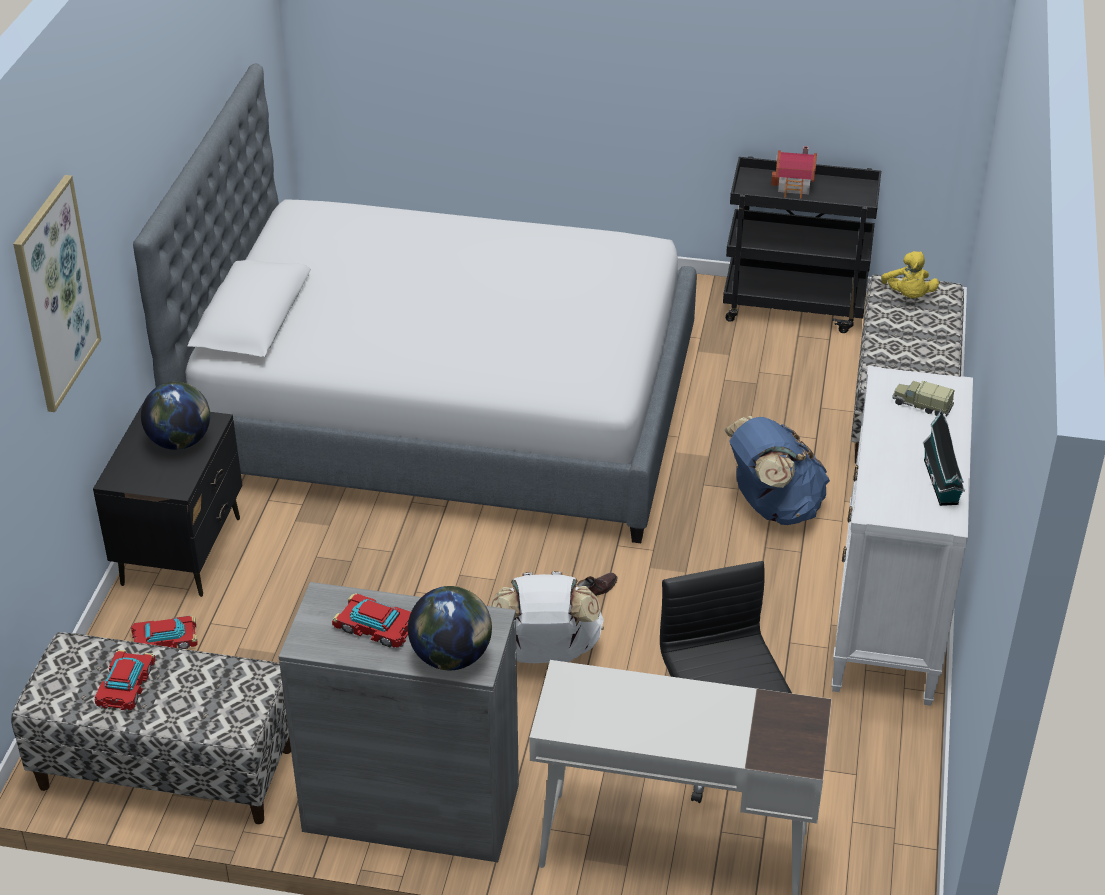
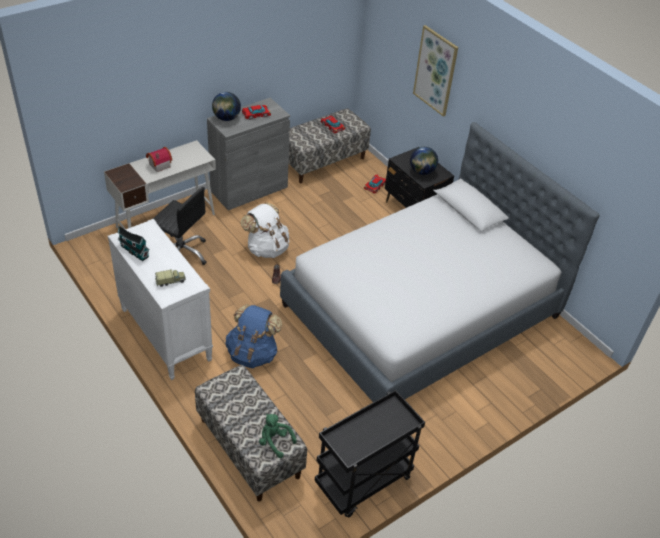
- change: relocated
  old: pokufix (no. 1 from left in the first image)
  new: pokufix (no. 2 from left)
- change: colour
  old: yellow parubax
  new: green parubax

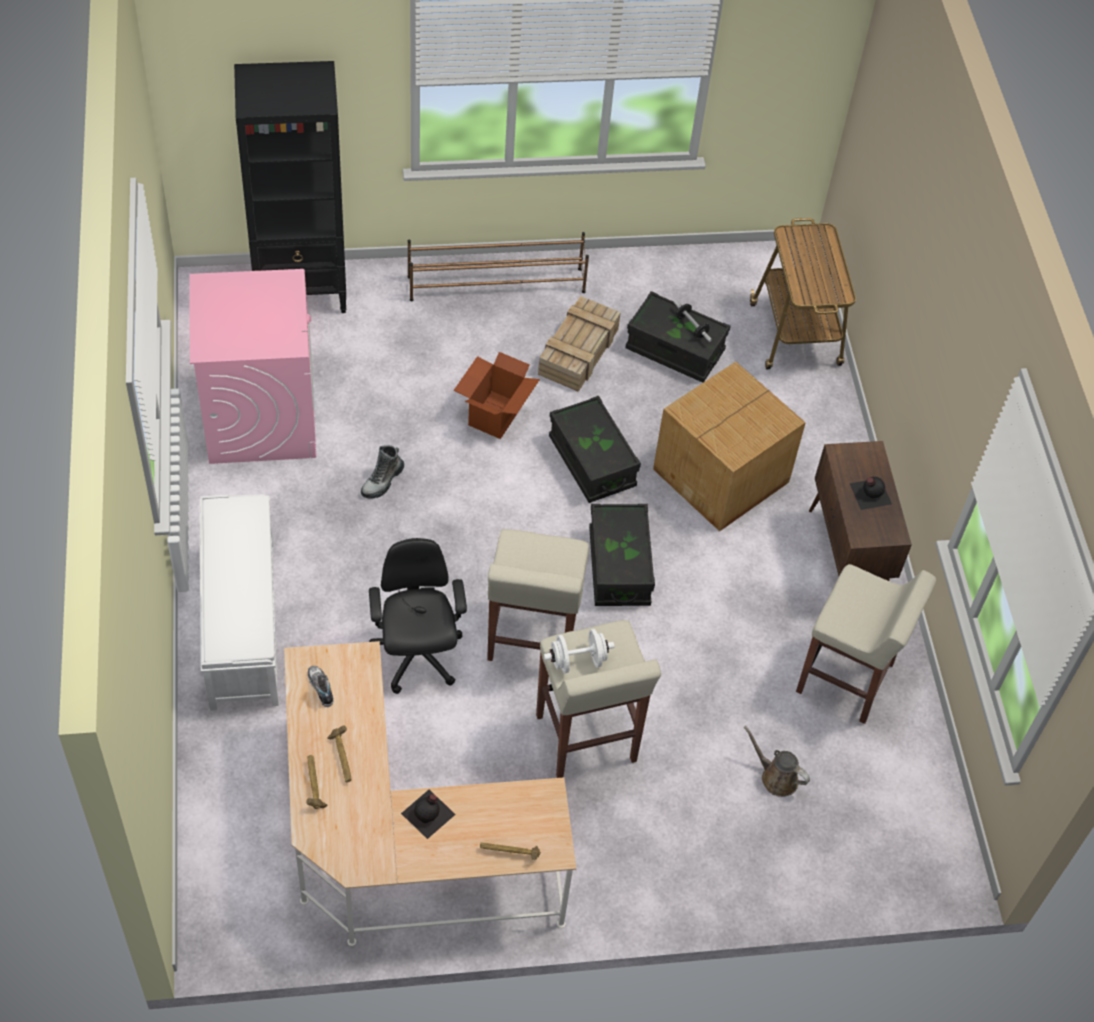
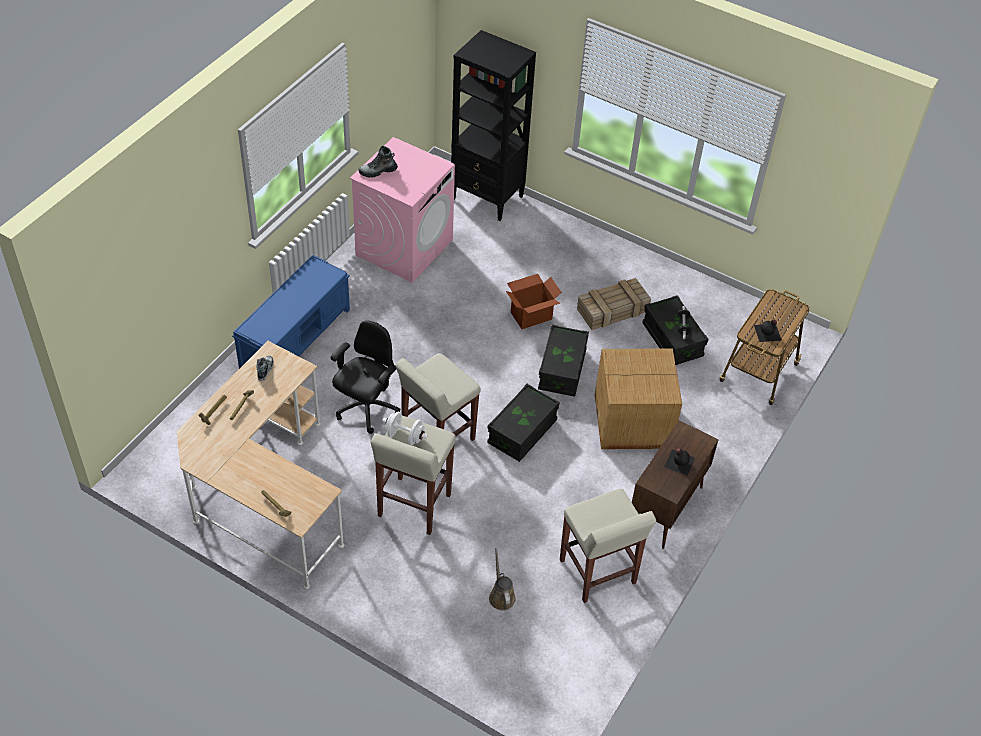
- change: colour
  old: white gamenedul
  new: blue gamenedul
- change: relocated
  old: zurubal
- change: relocated
  old: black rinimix (no. 1 from left in the first image)
  new: black rinimix (no. 2 from left)
- change: missing
  old: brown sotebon

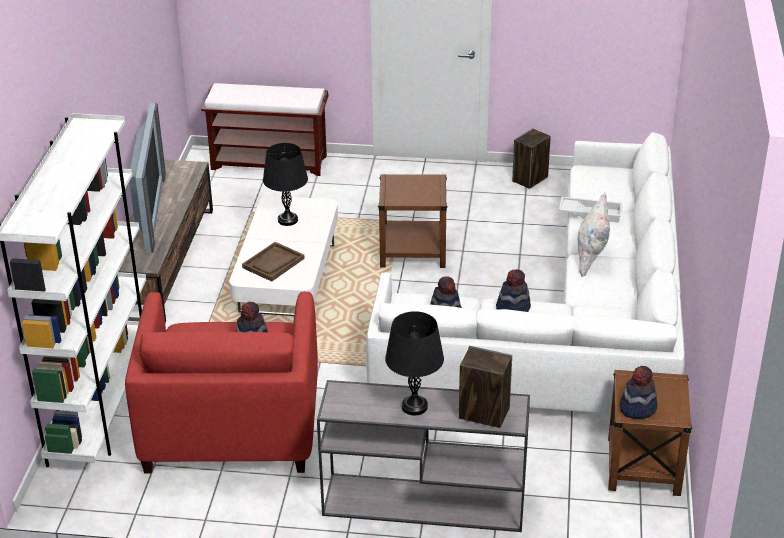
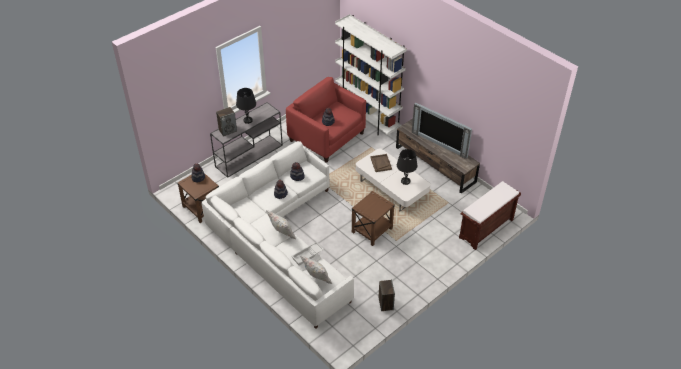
- change: appeared
  new: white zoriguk (no. 2 from left)

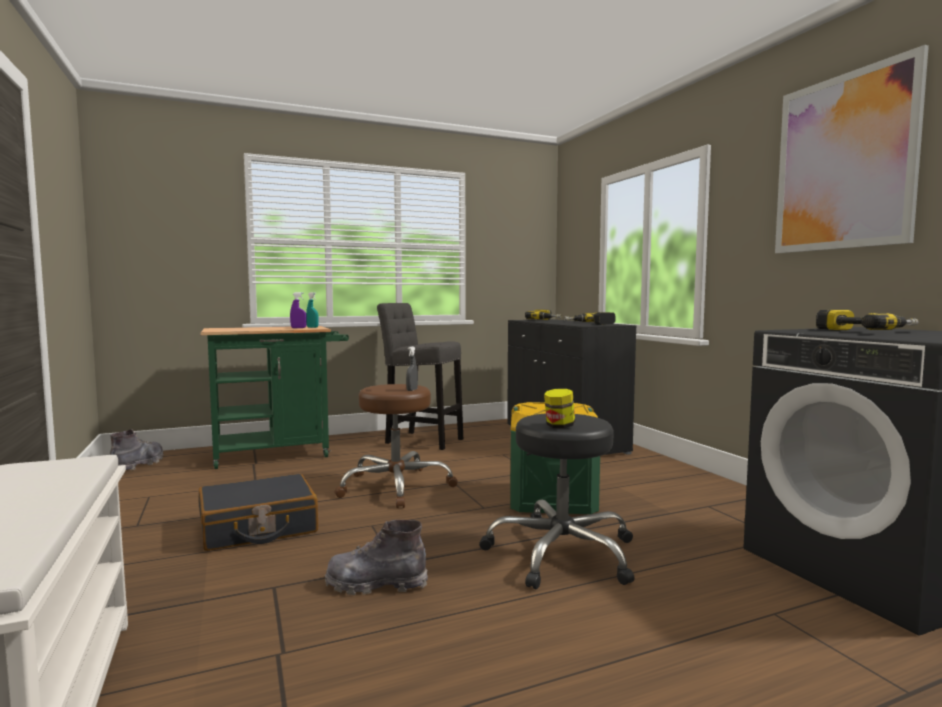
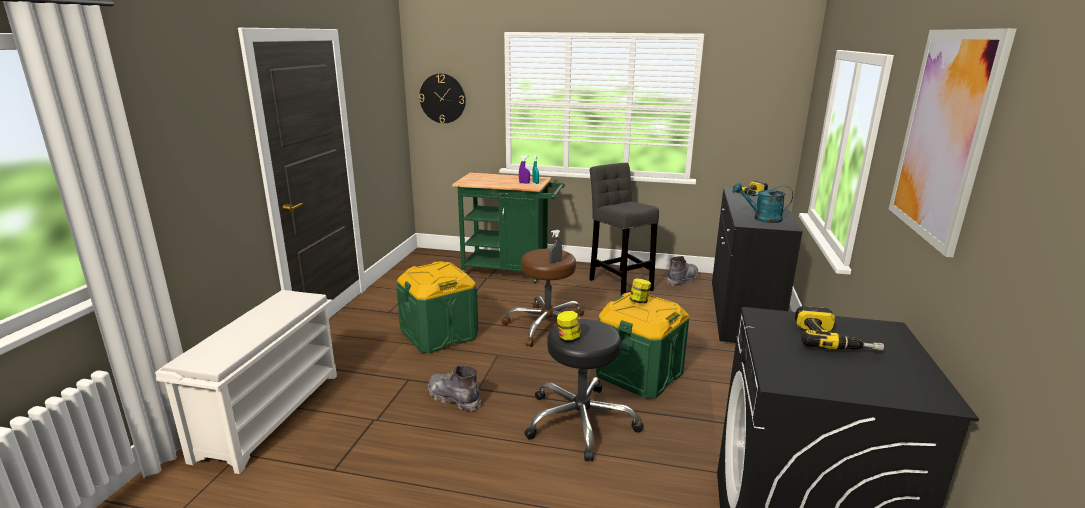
- change: exchanged
  old: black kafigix
  new: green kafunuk (no. 1 from left)
- change: appeared
  new: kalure
- change: appeared
  new: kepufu (no. 2 from left)
- change: relocated
  old: grey zurubal (no. 1 from left in the first image)
  new: grey zurubal (no. 2 from left)
- change: exchanged
  old: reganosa (no. 2 from left)
  new: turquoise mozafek

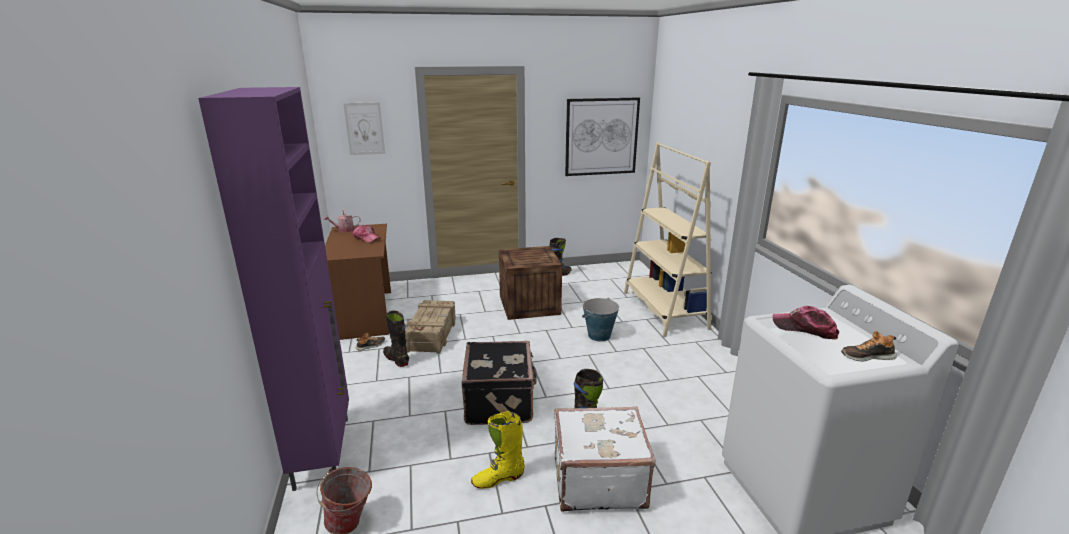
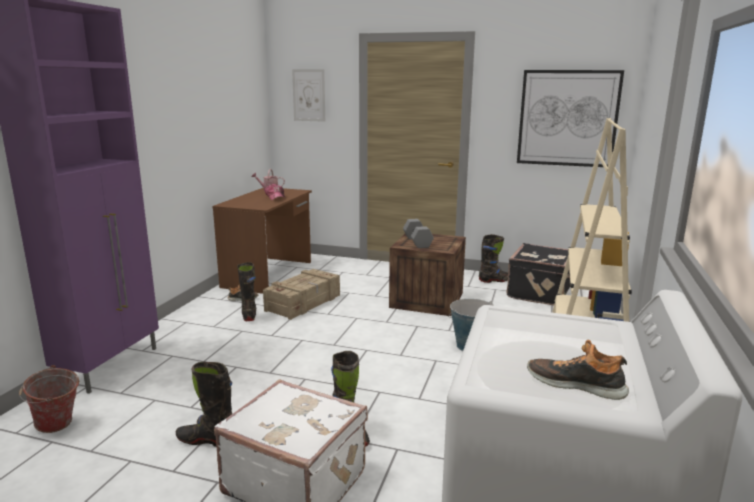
- change: colour
  old: yellow zurubal
  new: black zurubal (no. 1 from left)
- change: appeared
  new: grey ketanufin
- change: relocated
  old: black kafigix
- change: missing
  old: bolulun (no. 2 from left)

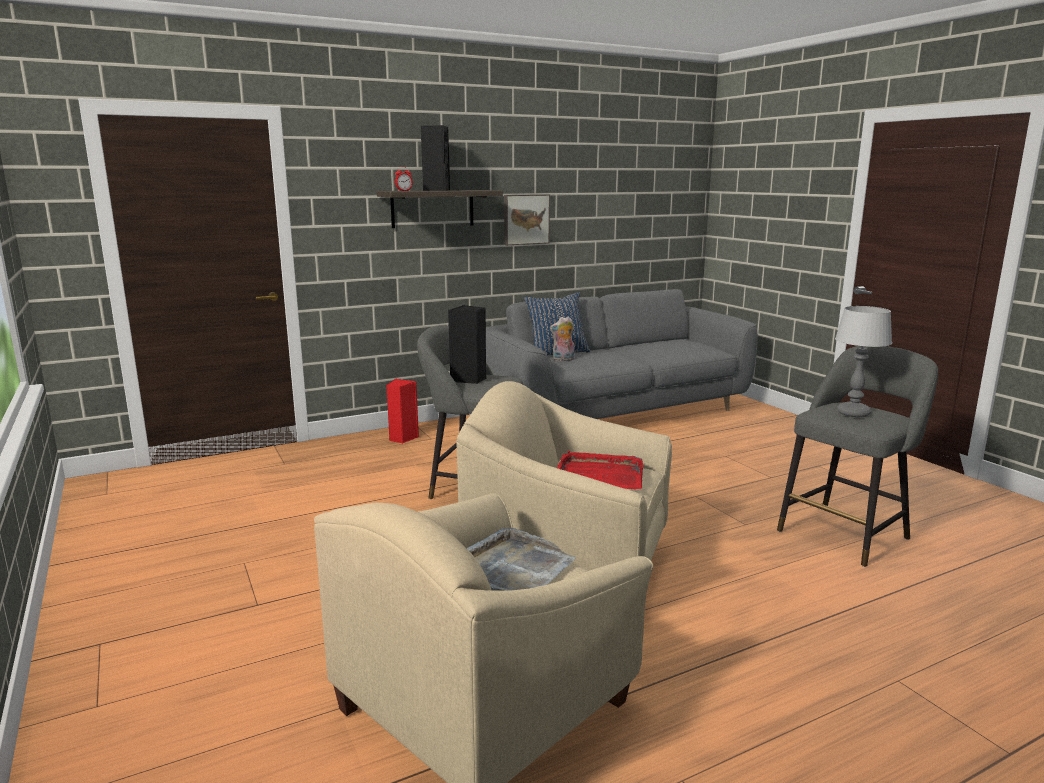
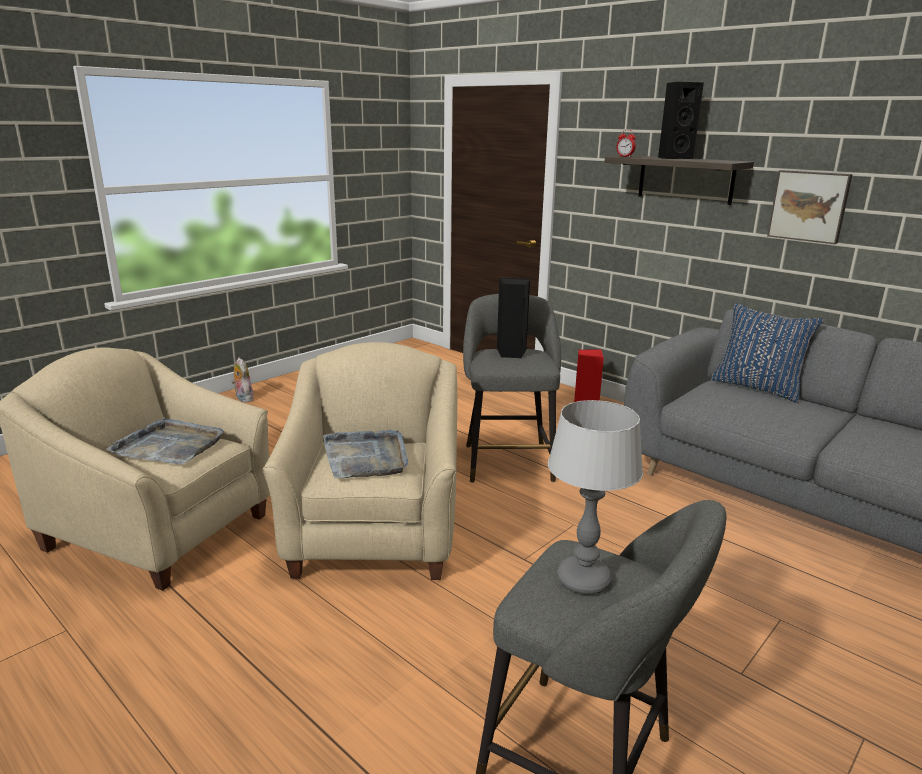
- change: relocated
  old: parubax
- change: colour
  old: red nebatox
  new: grey nebatox (no. 2 from left)

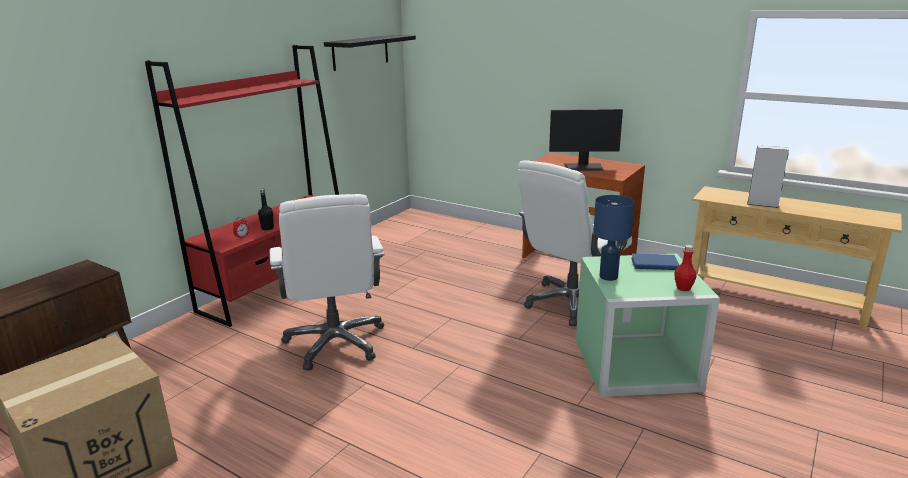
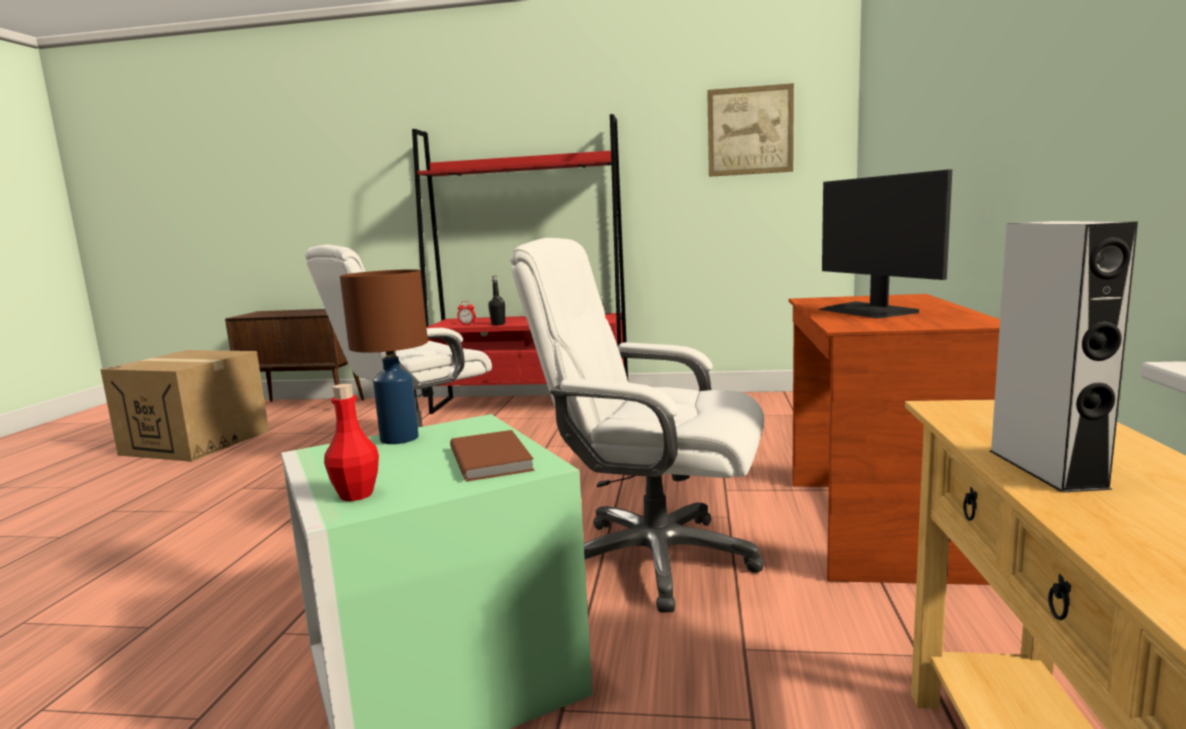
- change: colour
  old: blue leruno
  new: brown leruno
- change: colour
  old: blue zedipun
  new: brown zedipun
- change: exchanged
  old: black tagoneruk
  new: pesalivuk

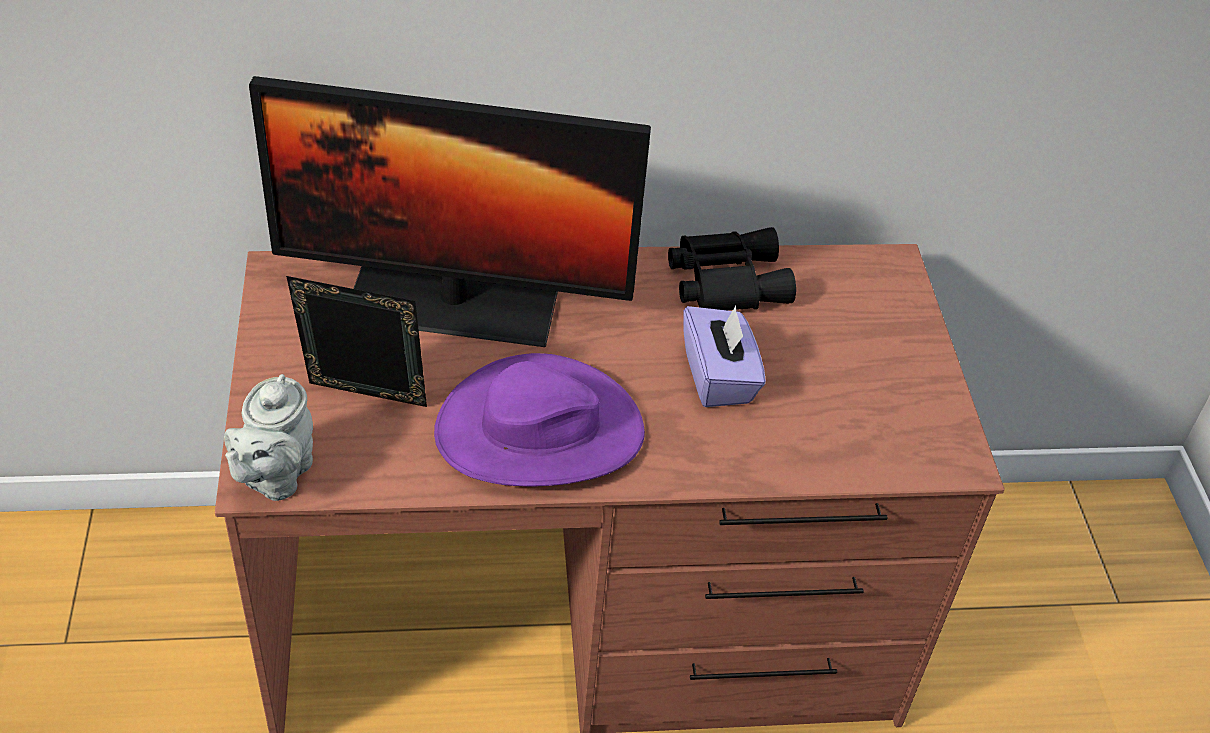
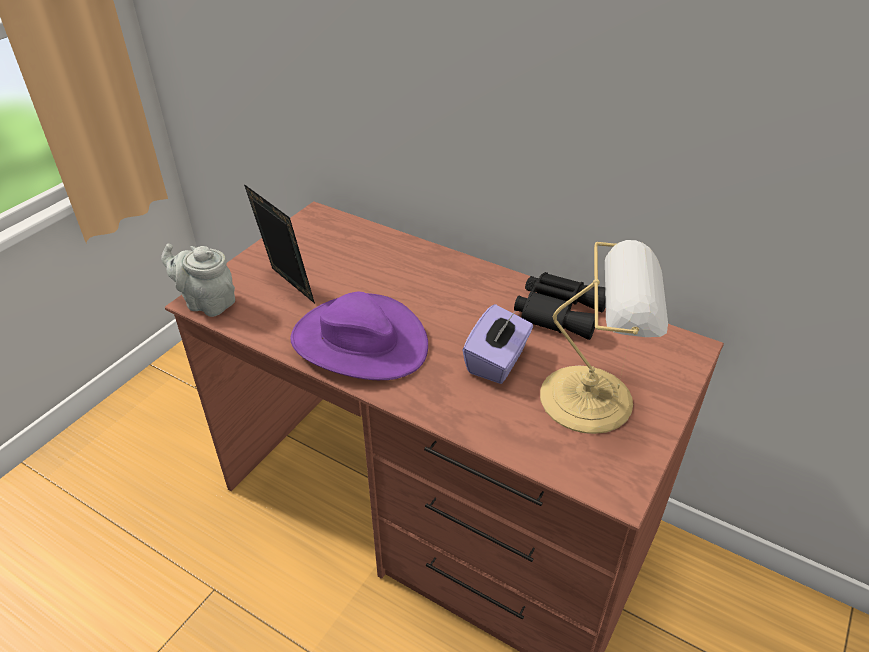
- change: spun
  old: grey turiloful
  degrees: 60
- change: appeared
  new: leruno
- change: missing
  old: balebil

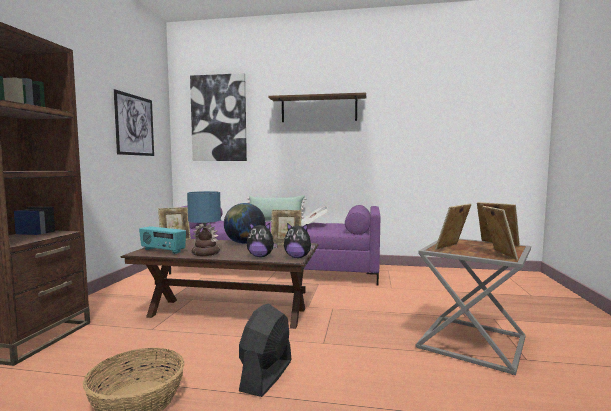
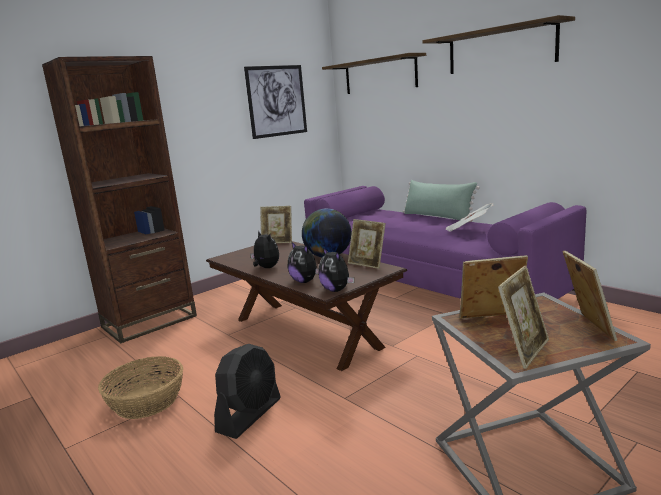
- change: spun
  old: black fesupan
  degrees: 150
- change: exchanged
  old: leruno
  new: parubax (no. 1 from left)
- change: exchanged
  old: pesalivuk (no. 2 from left)
  new: tagoneruk (no. 1 from left)
- change: missing
  old: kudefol

